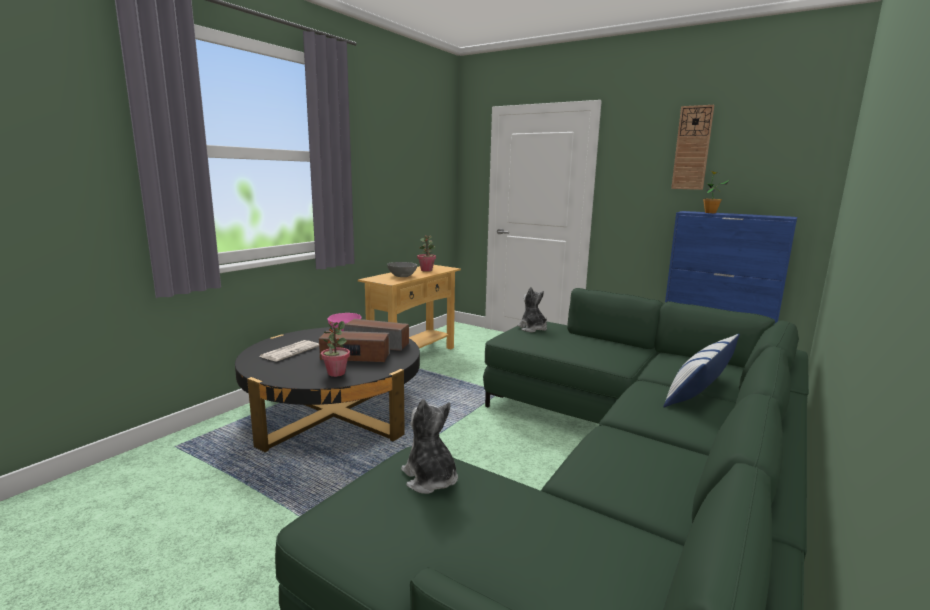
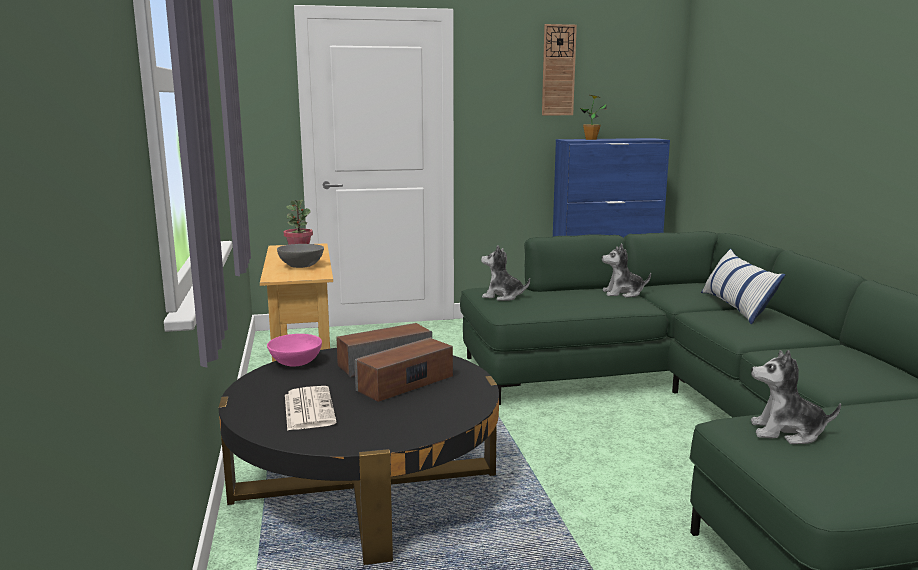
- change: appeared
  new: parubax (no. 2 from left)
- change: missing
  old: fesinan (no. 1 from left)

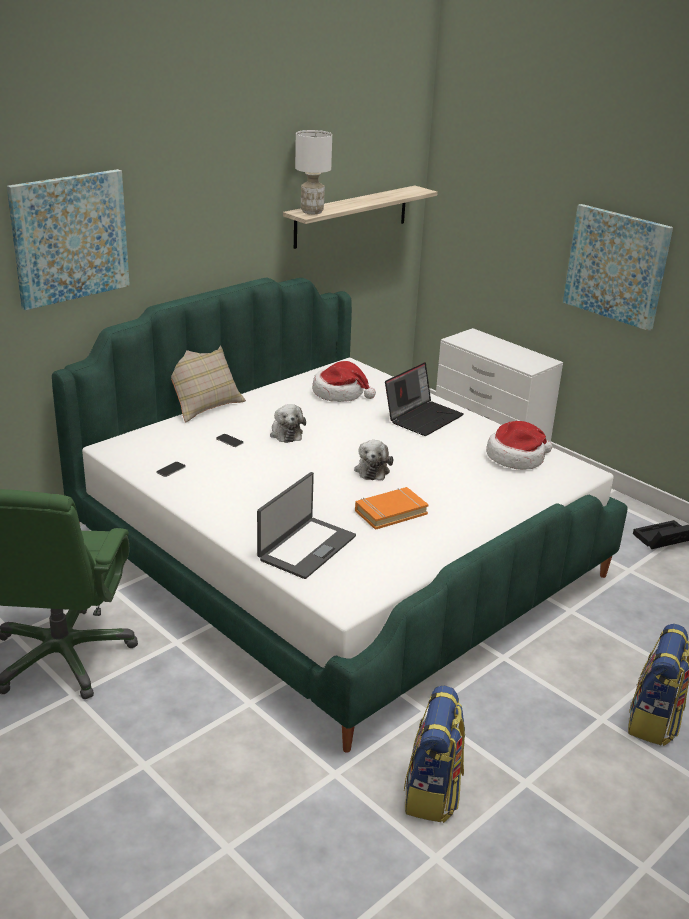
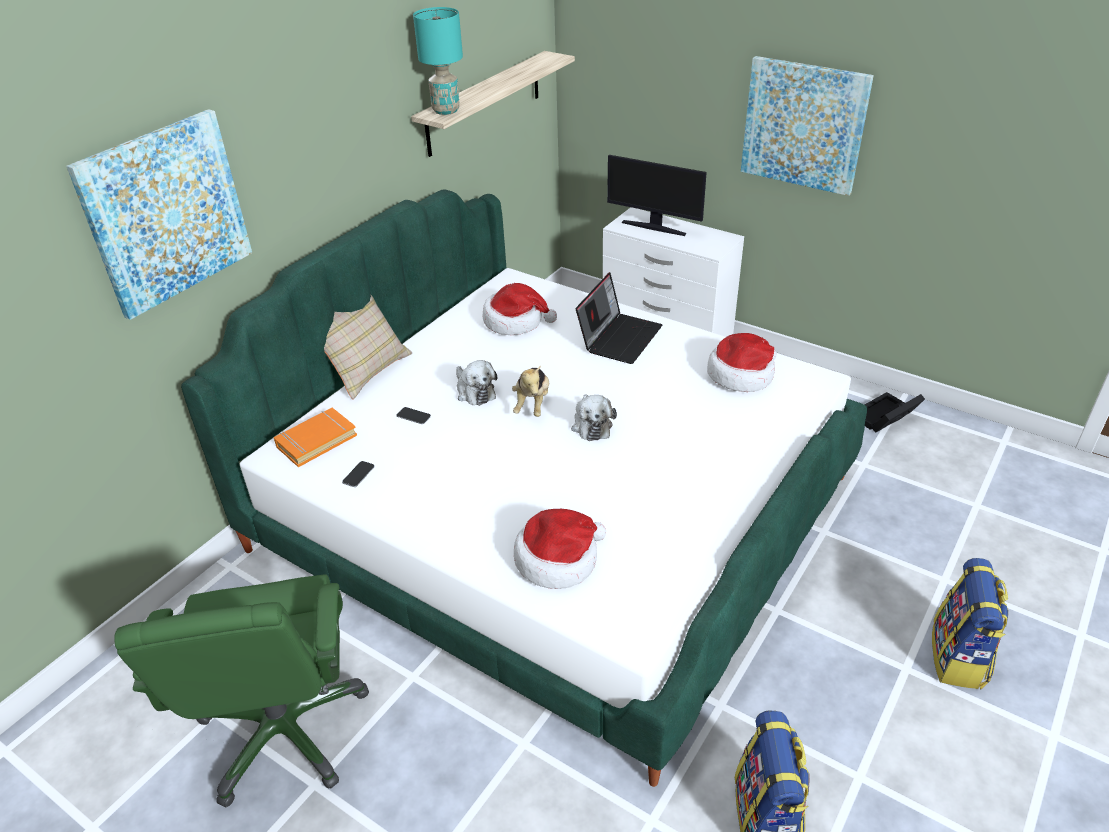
- change: relocated
  old: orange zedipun
- change: colour
  old: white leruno
  new: turquoise leruno
- change: appeared
  new: parubax (no. 2 from left)
- change: exchanged
  old: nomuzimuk (no. 1 from left)
  new: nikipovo (no. 2 from left)
- change: appeared
  new: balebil

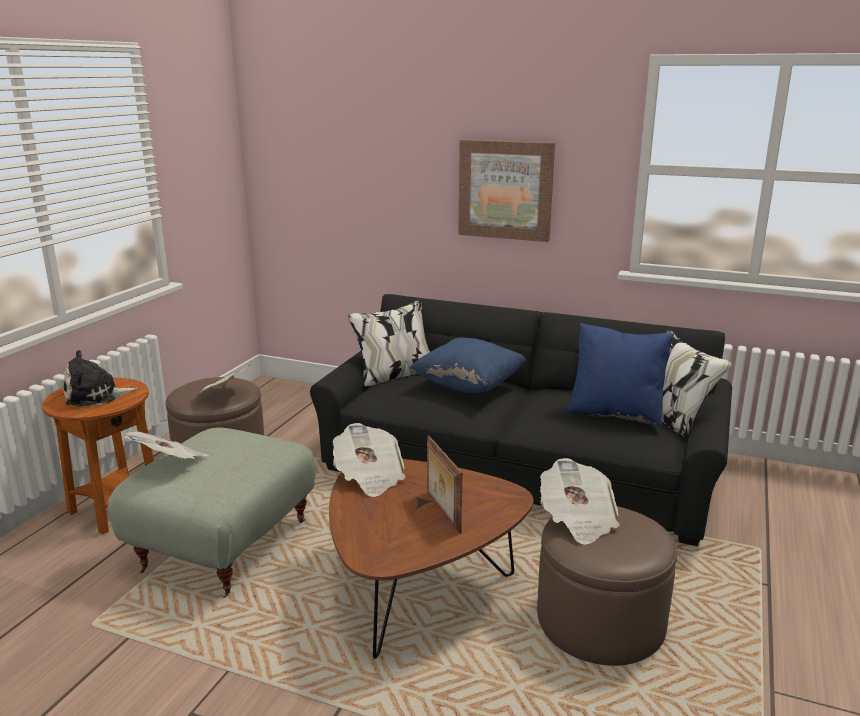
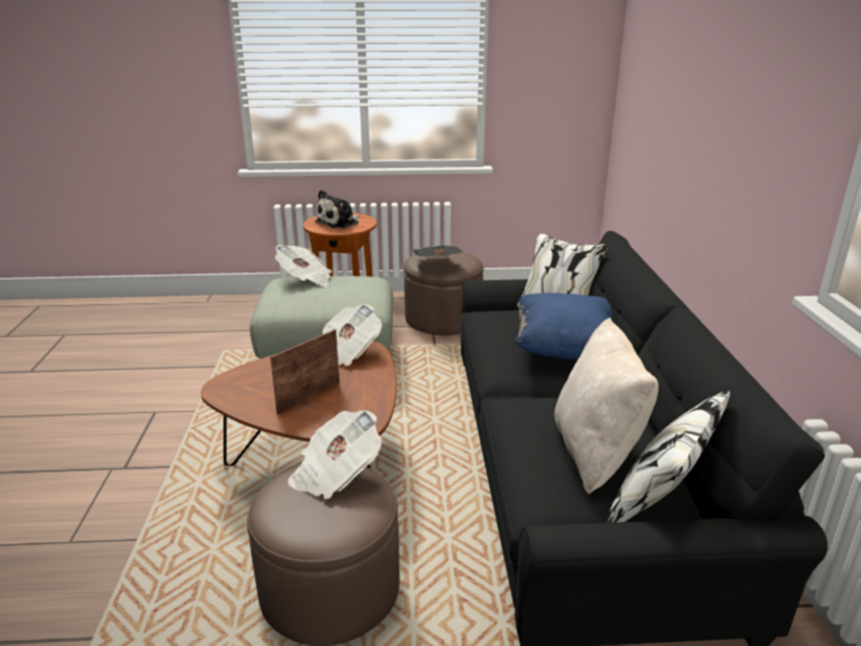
- change: spun
  old: parubax
  degrees: -90
- change: colour
  old: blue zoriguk (no. 2 from left)
  new: beige zoriguk
- change: missing
  old: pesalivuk

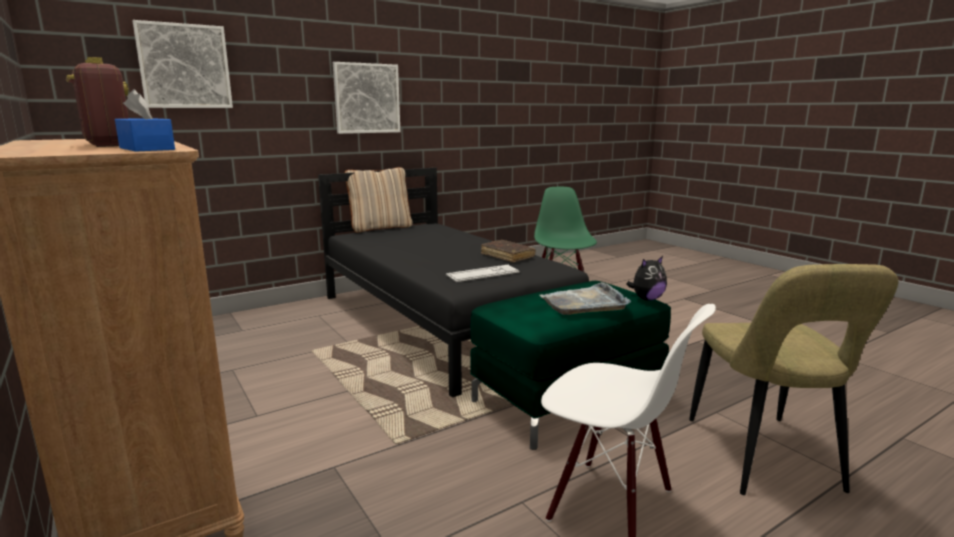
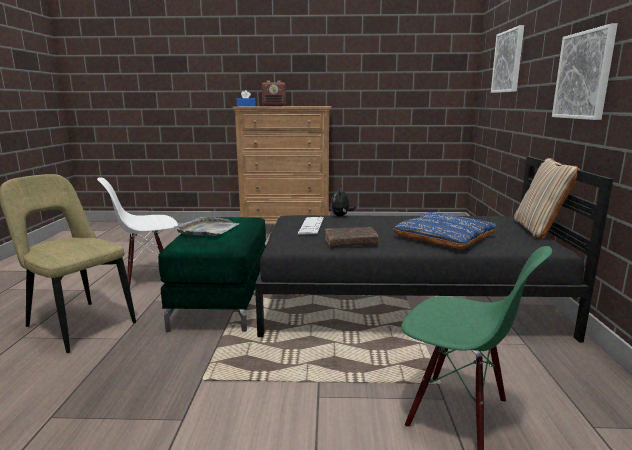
- change: relocated
  old: parubax
- change: appeared
  new: blue zoriguk

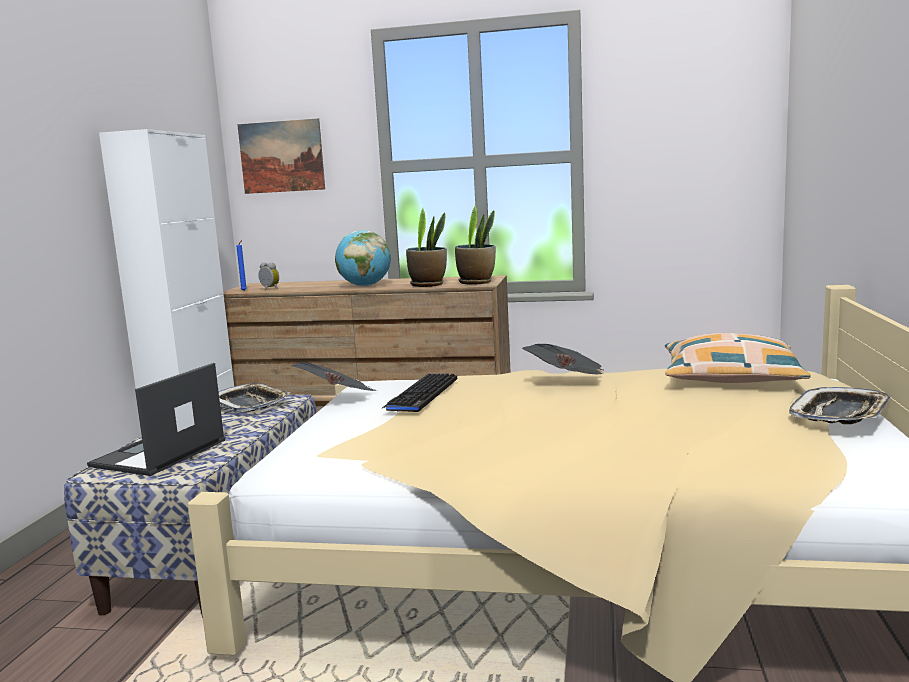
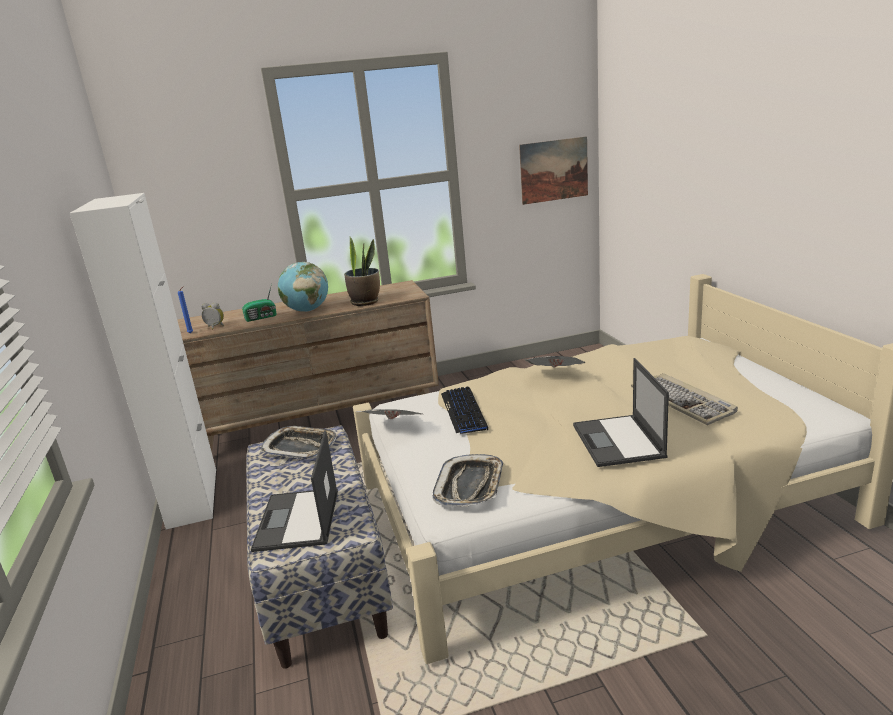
- change: appeared
  new: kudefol
- change: relocated
  old: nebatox (no. 2 from left)
- change: relocated
  old: pesalivuk
- change: appeared
  new: nomuzimuk (no. 2 from left)
- change: appeared
  new: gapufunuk (no. 2 from left)
- change: missing
  old: fesinan (no. 2 from left)
- change: missing
  old: zoriguk

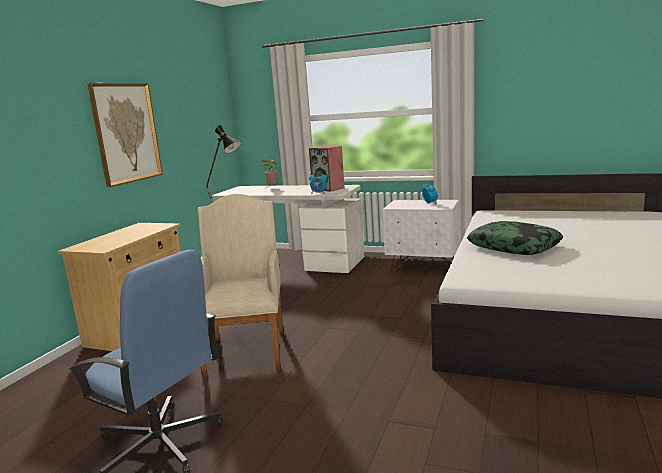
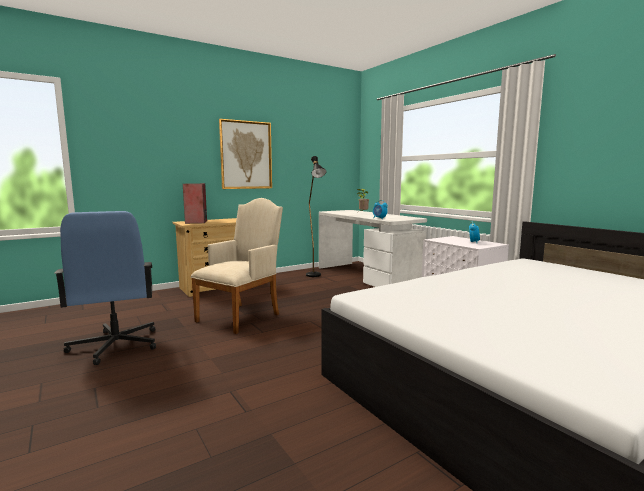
- change: relocated
  old: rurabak
- change: missing
  old: zoriguk

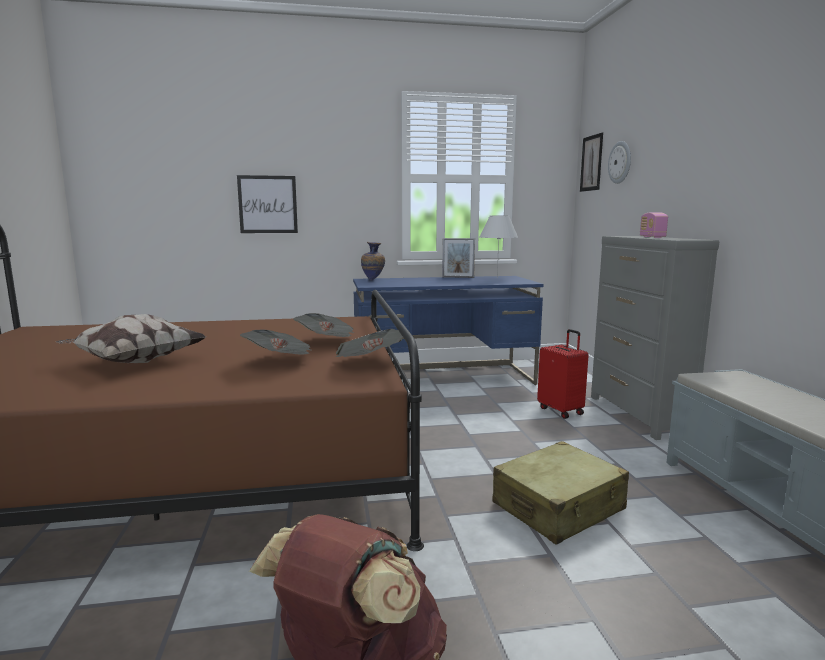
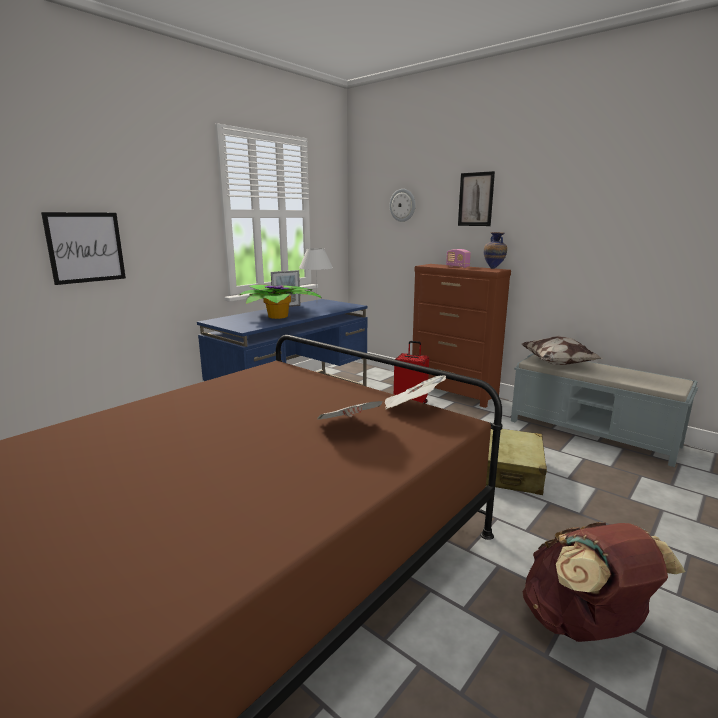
- change: appeared
  new: fesinan
- change: colour
  old: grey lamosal
  new: brown lamosal
- change: relocated
  old: pesalivuk (no. 2 from left)
- change: relocated
  old: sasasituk
- change: relocated
  old: zoriguk
- change: missing
  old: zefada (no. 2 from left)

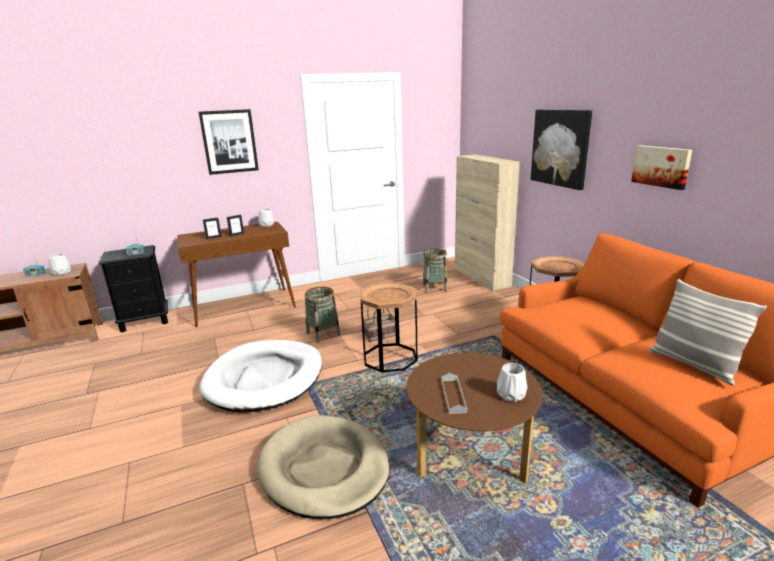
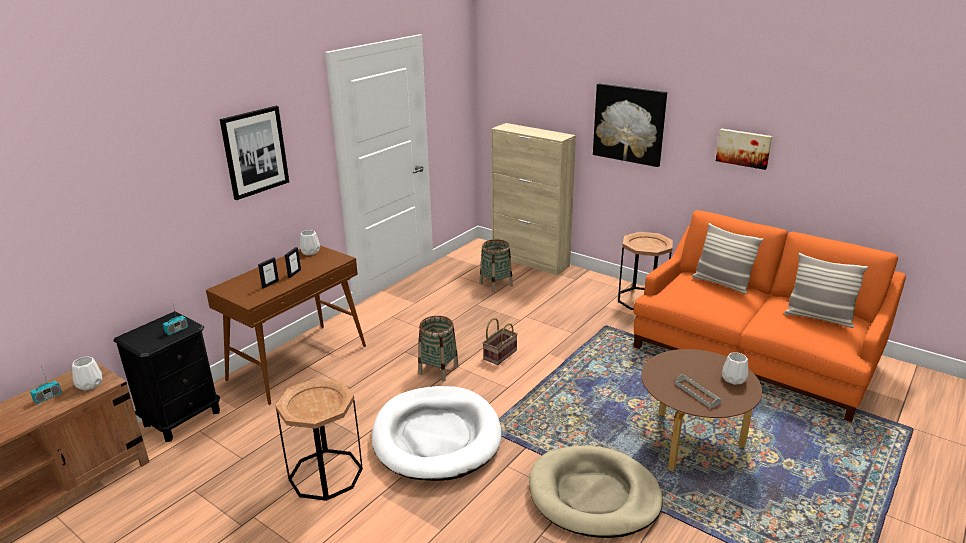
- change: relocated
  old: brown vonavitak (no. 1 from left)
- change: appeared
  new: zoriguk (no. 1 from left)

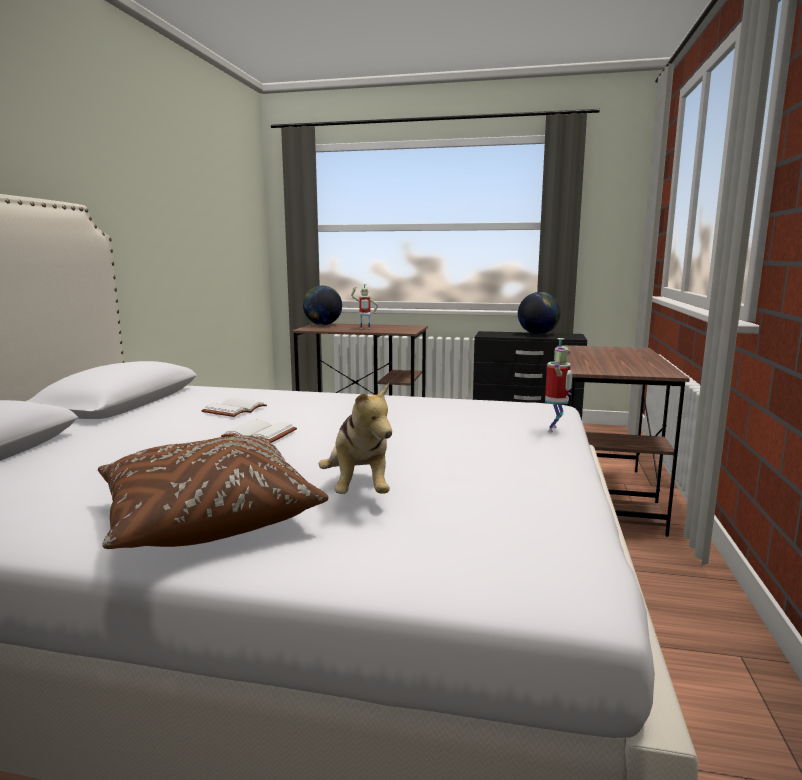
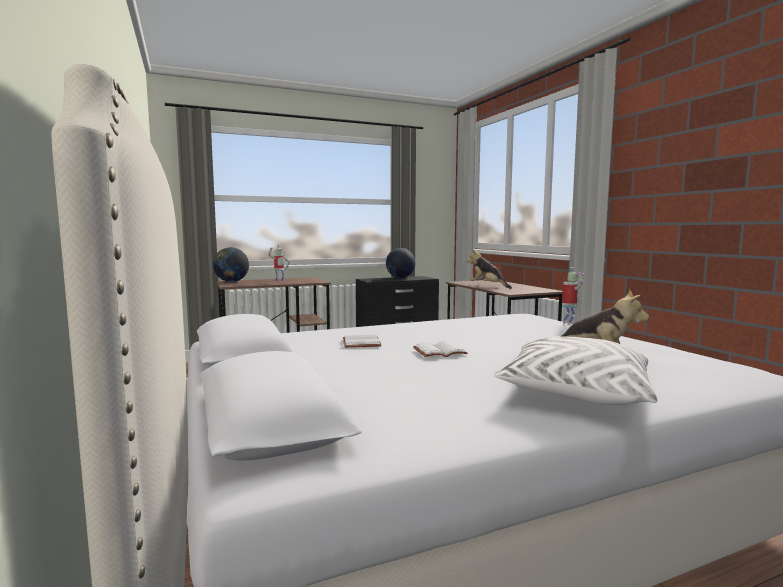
- change: appeared
  new: parubax (no. 1 from left)
- change: colour
  old: brown zoriguk
  new: white zoriguk

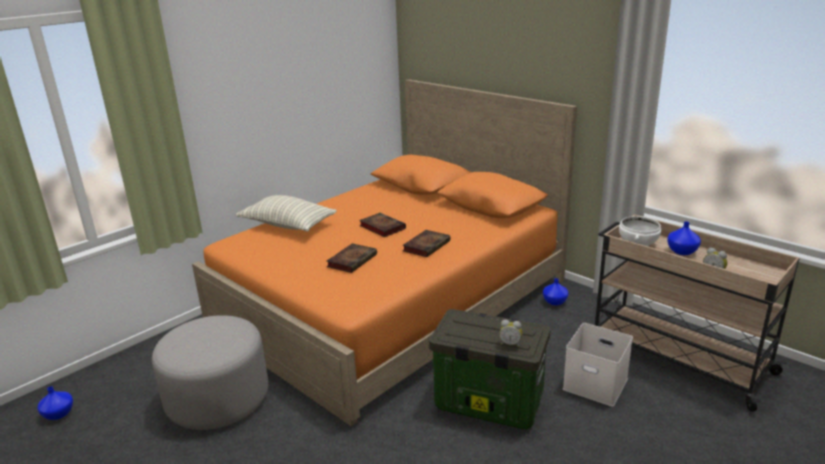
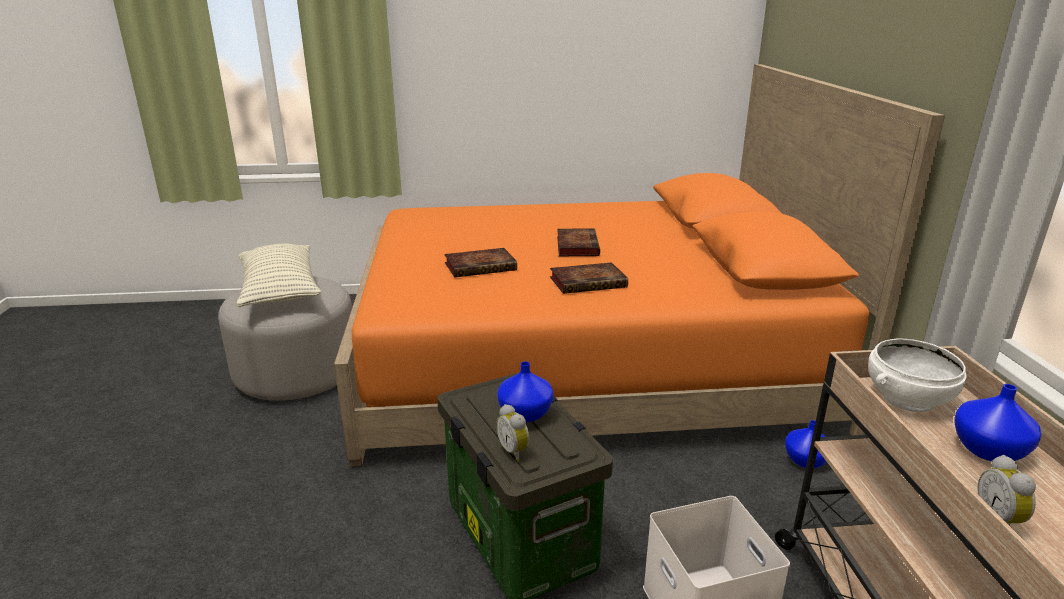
- change: relocated
  old: zoriguk
- change: relocated
  old: blue sasasituk (no. 1 from left)

